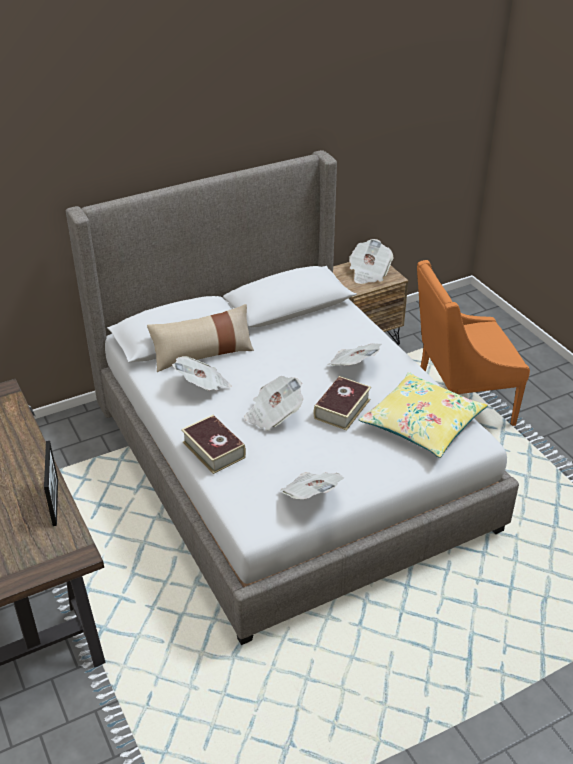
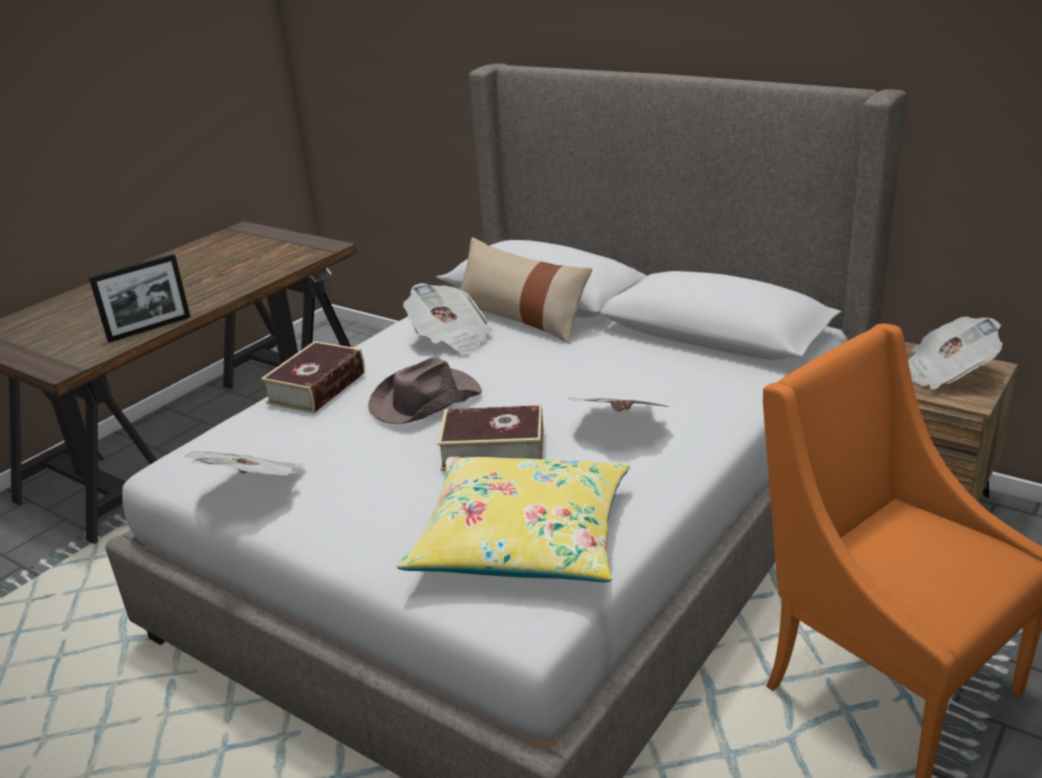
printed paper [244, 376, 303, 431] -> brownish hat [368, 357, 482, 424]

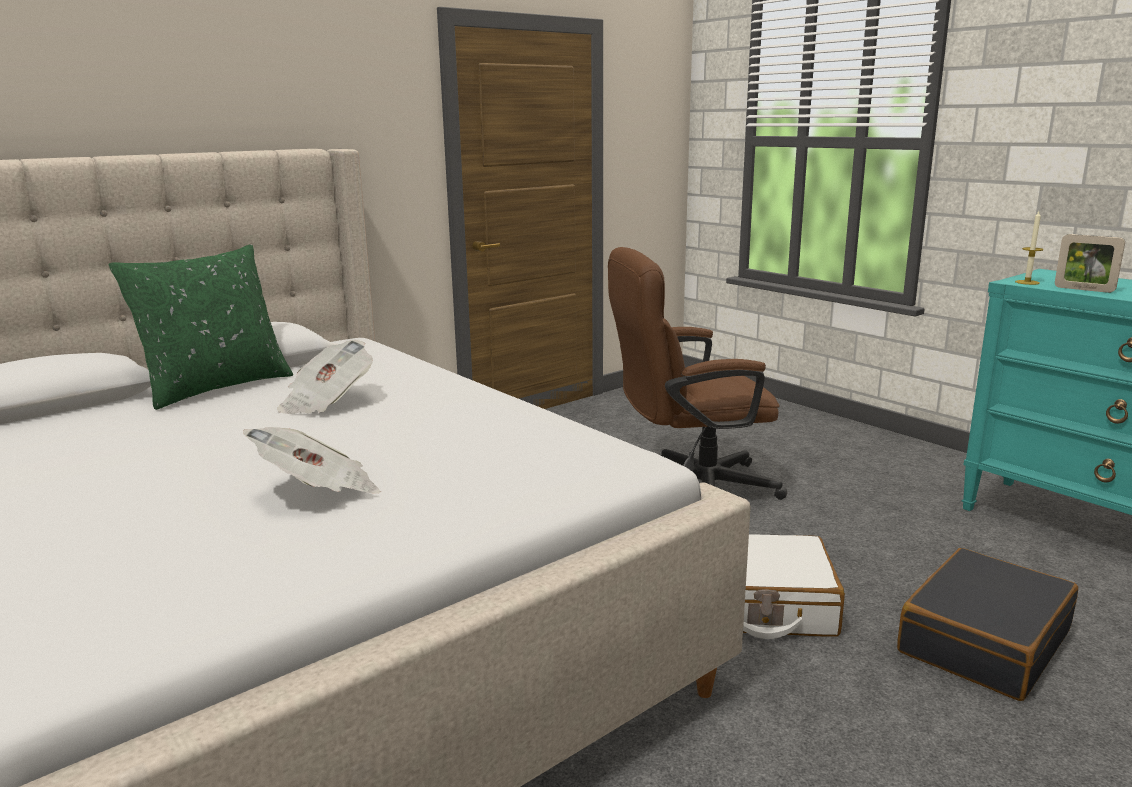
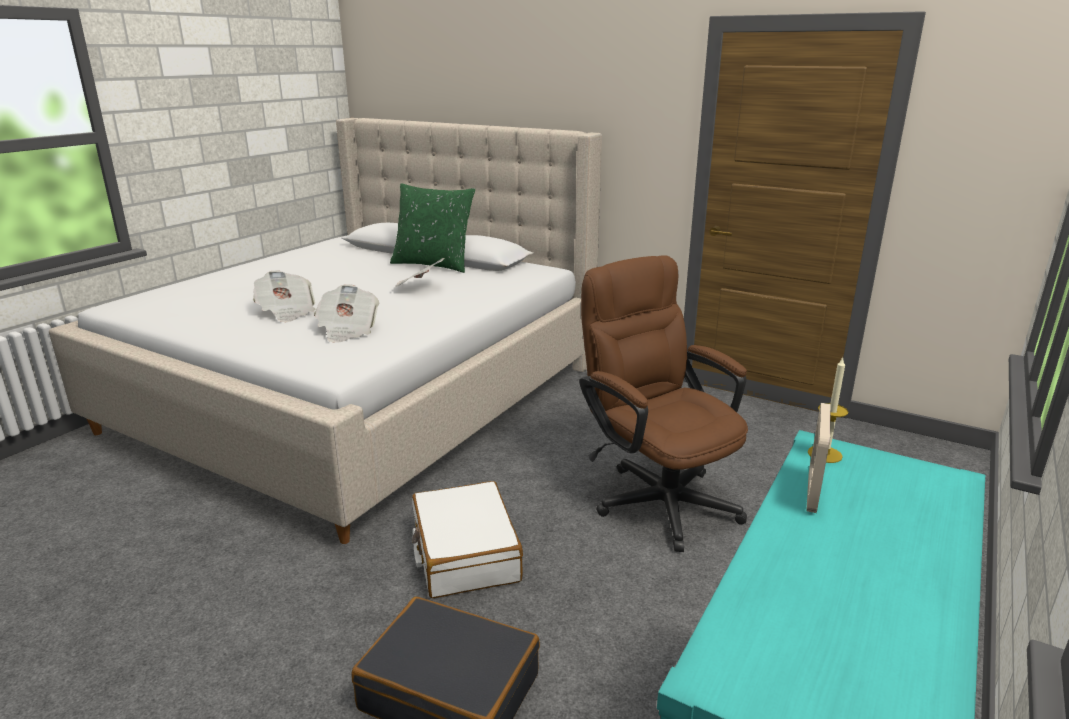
none -> printed paper [314, 284, 379, 343]

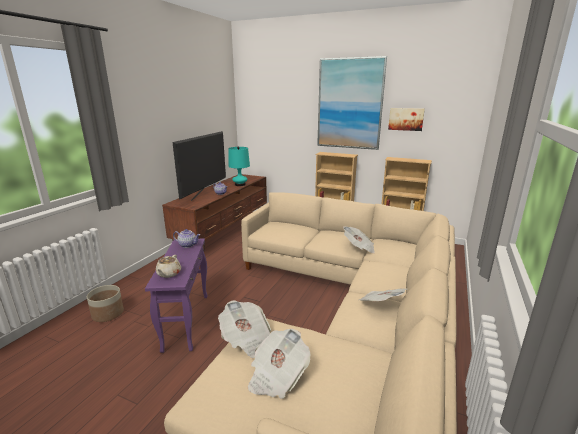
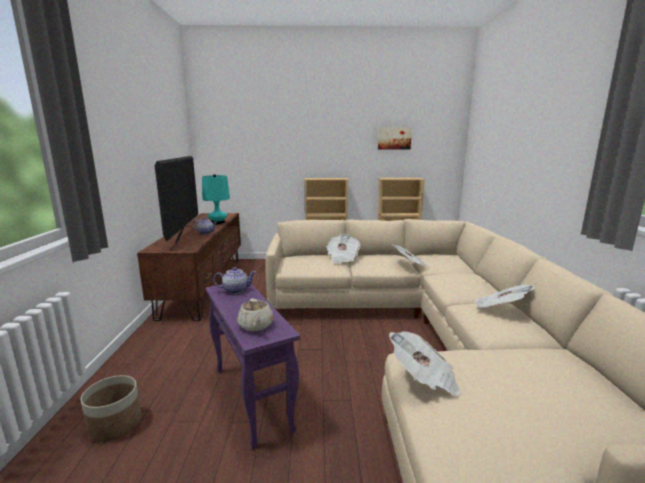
printed paper [248, 329, 310, 399] -> printed paper [326, 234, 361, 264], move
wall art [317, 56, 387, 150] -> none

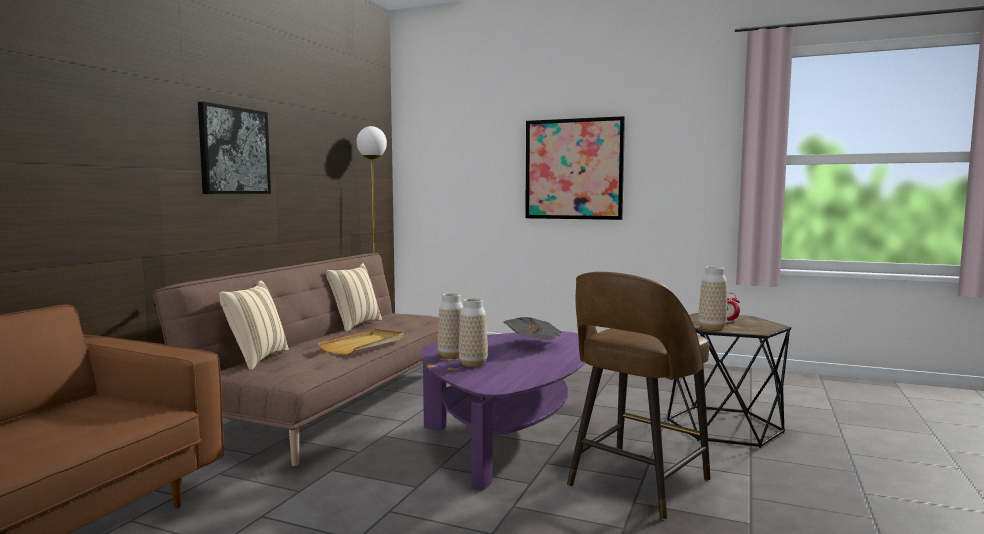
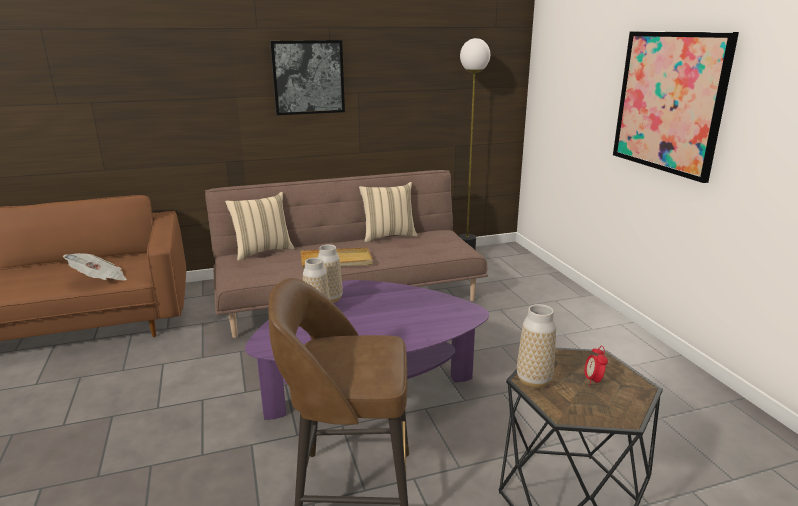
printed paper [503, 317, 561, 340] -> printed paper [63, 253, 127, 280], move

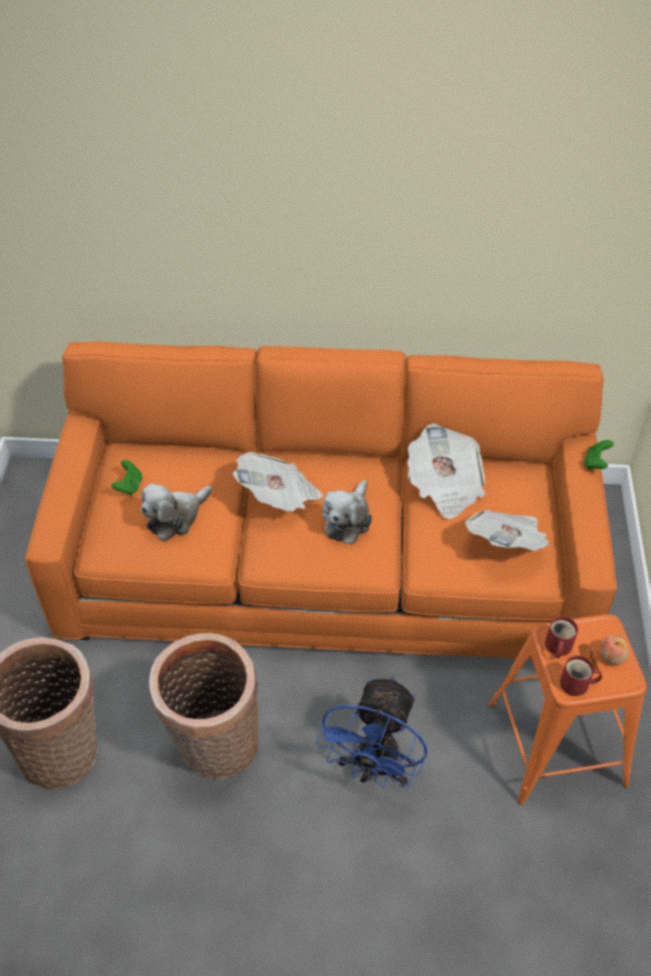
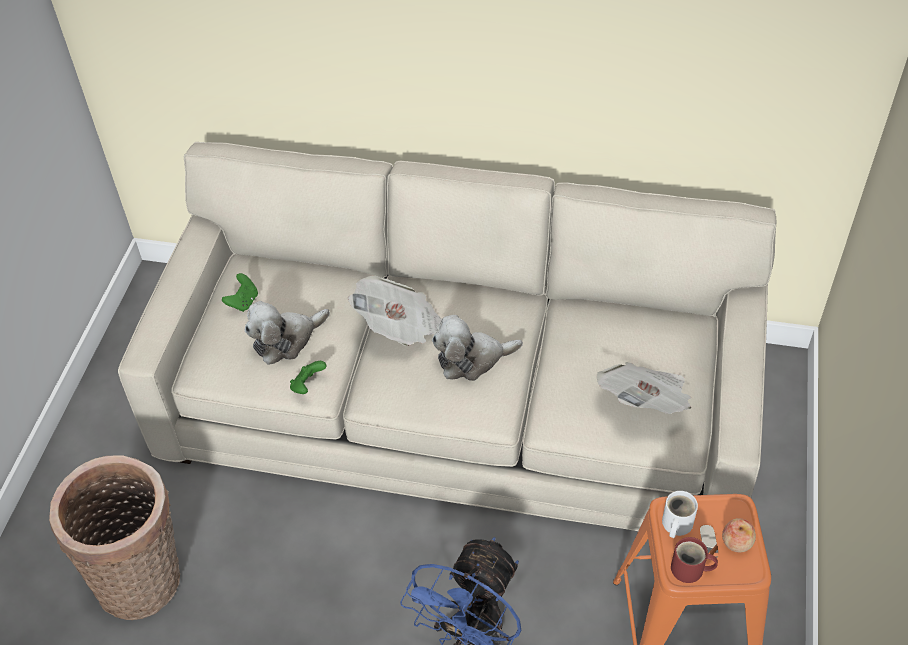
orange couch [25, 341, 617, 660] -> beige couch [118, 142, 776, 548]
greenish gamepad [584, 440, 614, 470] -> greenish gamepad [290, 361, 327, 394], move
cuddly toy [322, 480, 372, 545] -> cuddly toy [432, 315, 523, 381], 45 degrees clockwise
red-coloured tea mug [545, 616, 578, 658] -> white-coloured tea mug [662, 491, 698, 538]
storage basket [149, 633, 259, 779] -> none
printed paper [408, 423, 486, 520] -> none

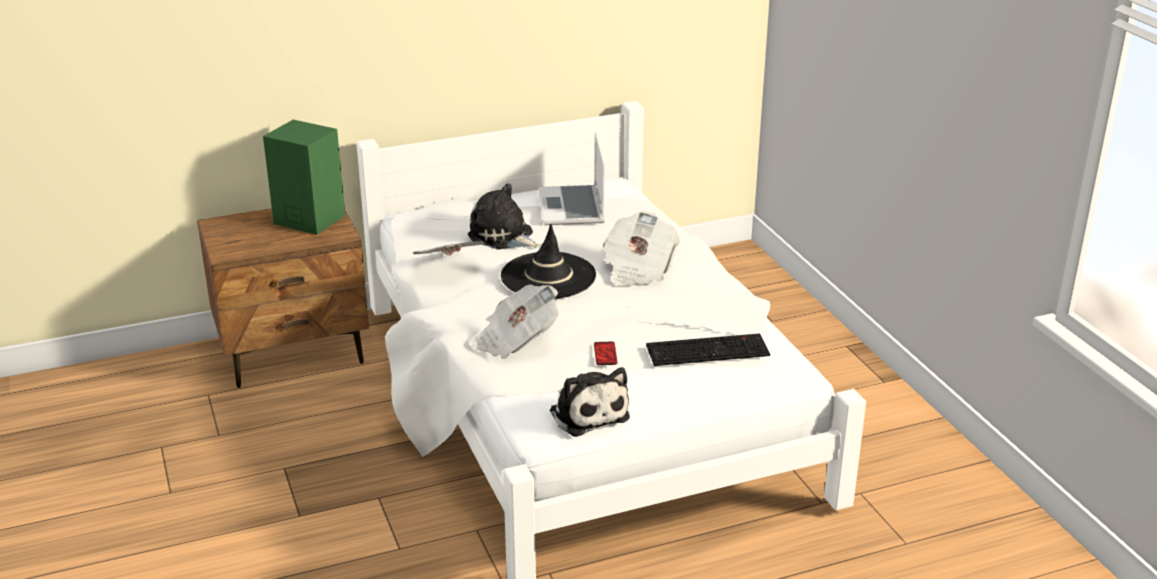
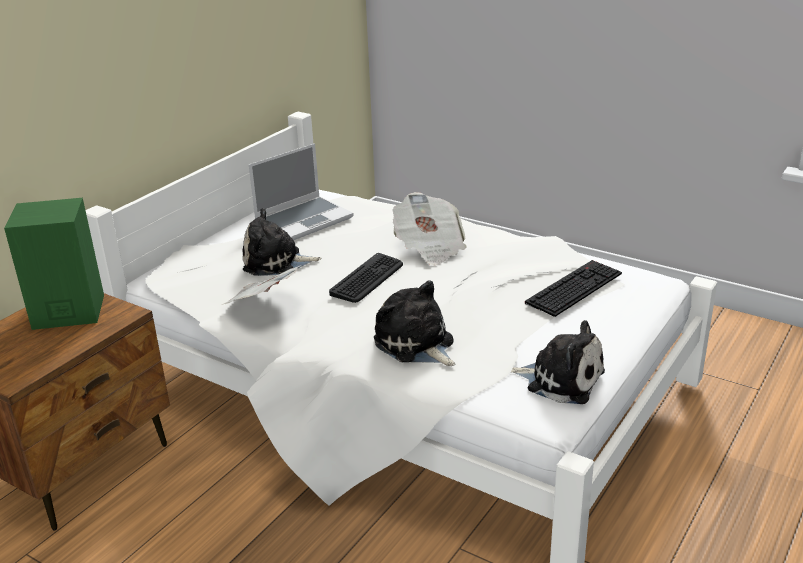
laptop [539, 132, 605, 225] -> laptop [249, 143, 353, 240], 90 degrees counterclockwise
black-coloured hat [501, 224, 596, 299] -> PC keyboard [329, 253, 403, 303]
printed paper [471, 284, 559, 359] -> cuddly toy [374, 280, 455, 366]
telephone [594, 342, 617, 365] -> none

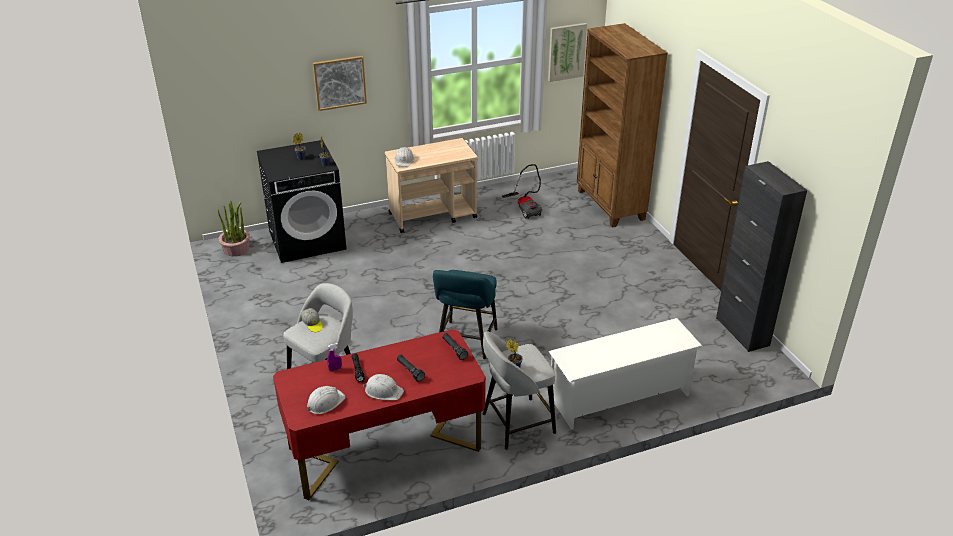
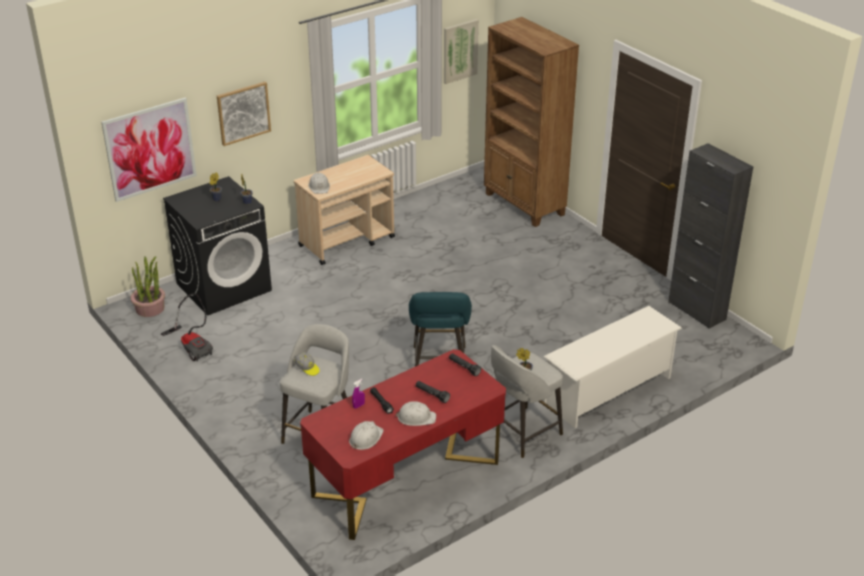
none -> wall art [101, 97, 197, 202]
vacuum [502, 164, 542, 219] -> vacuum [161, 293, 213, 362], move

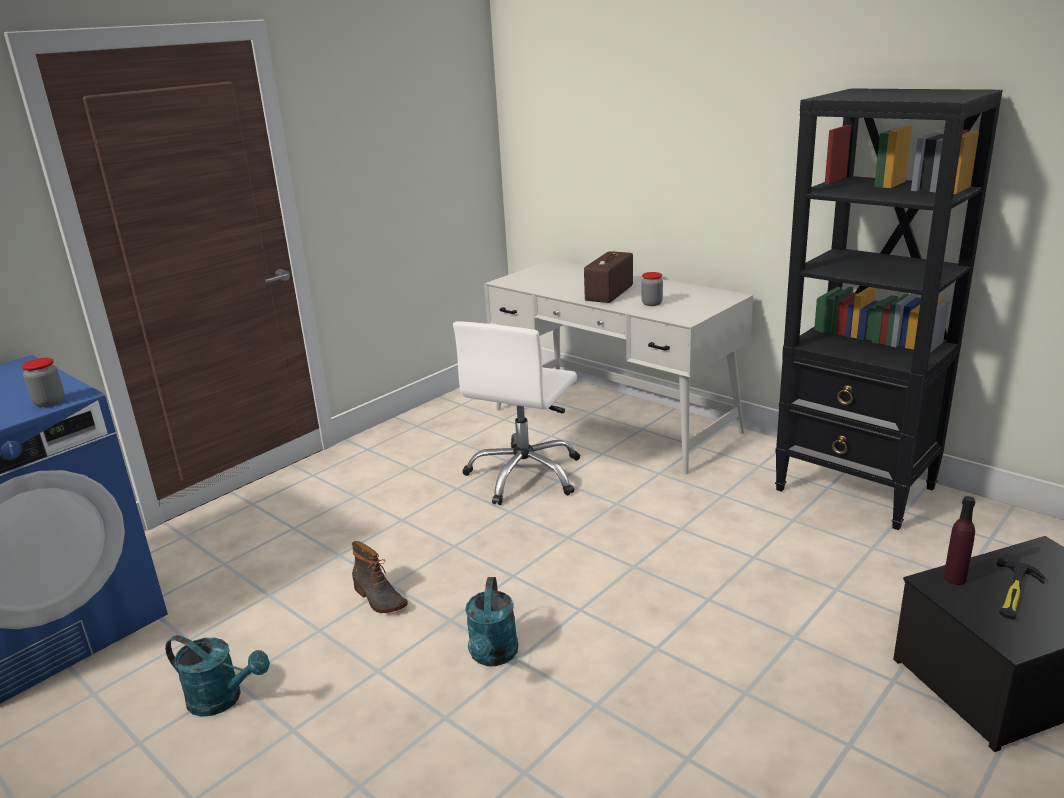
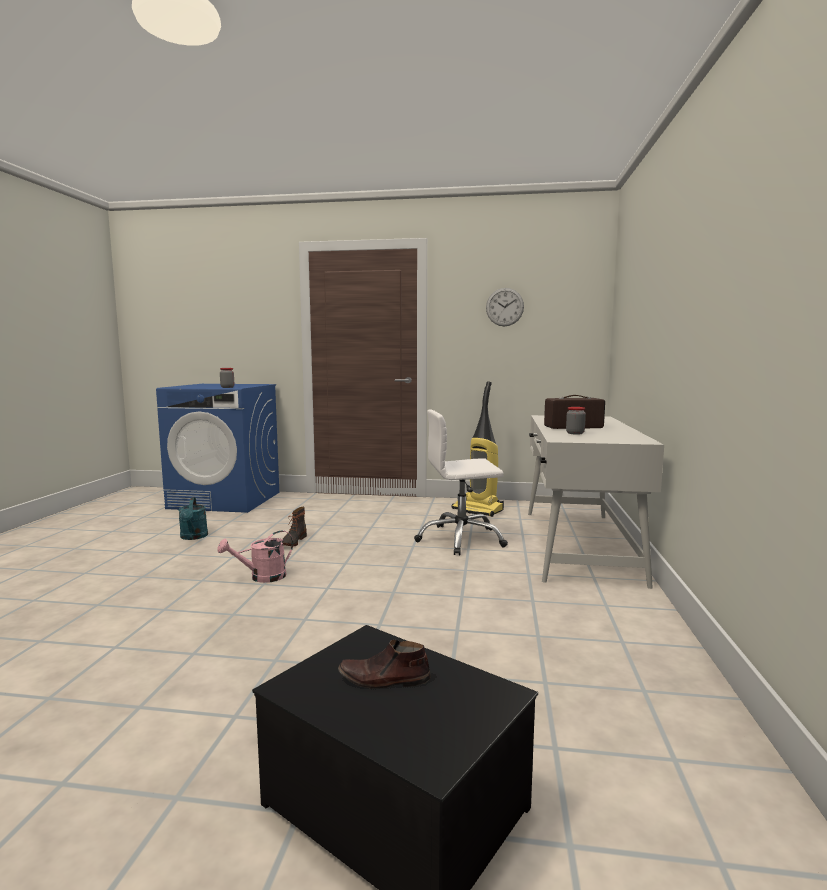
turquoise watering pot [465, 577, 518, 666] -> pink watering pot [218, 530, 293, 583]
hand hammer [997, 558, 1045, 620] -> brownish item of footwear [338, 640, 431, 689]
none -> vacuum [451, 382, 504, 517]
none -> clock on the wall [486, 288, 524, 326]
black-coloured bookshelf [775, 88, 1003, 530] -> none
purple drink bottle [943, 496, 975, 585] -> none

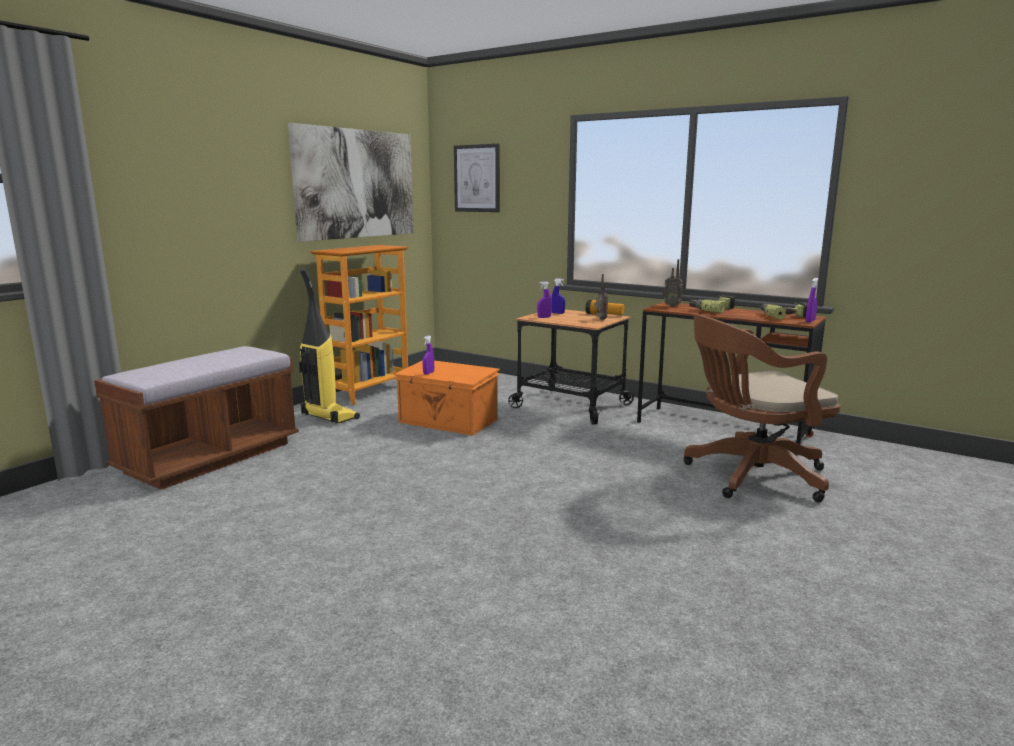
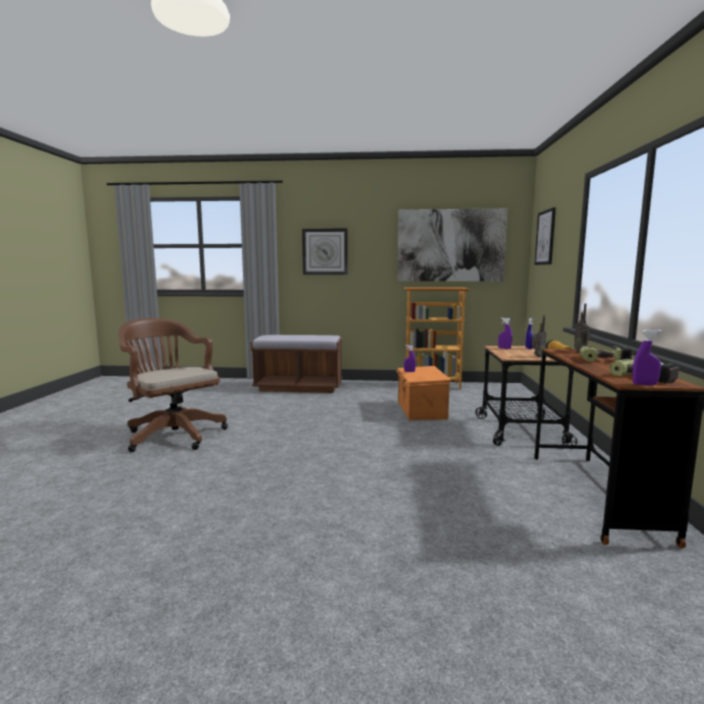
brownish office chair [683, 314, 840, 502] -> brownish office chair [118, 318, 228, 452], move
none -> clock on the wall [302, 228, 348, 275]
vacuum [299, 268, 360, 424] -> none

